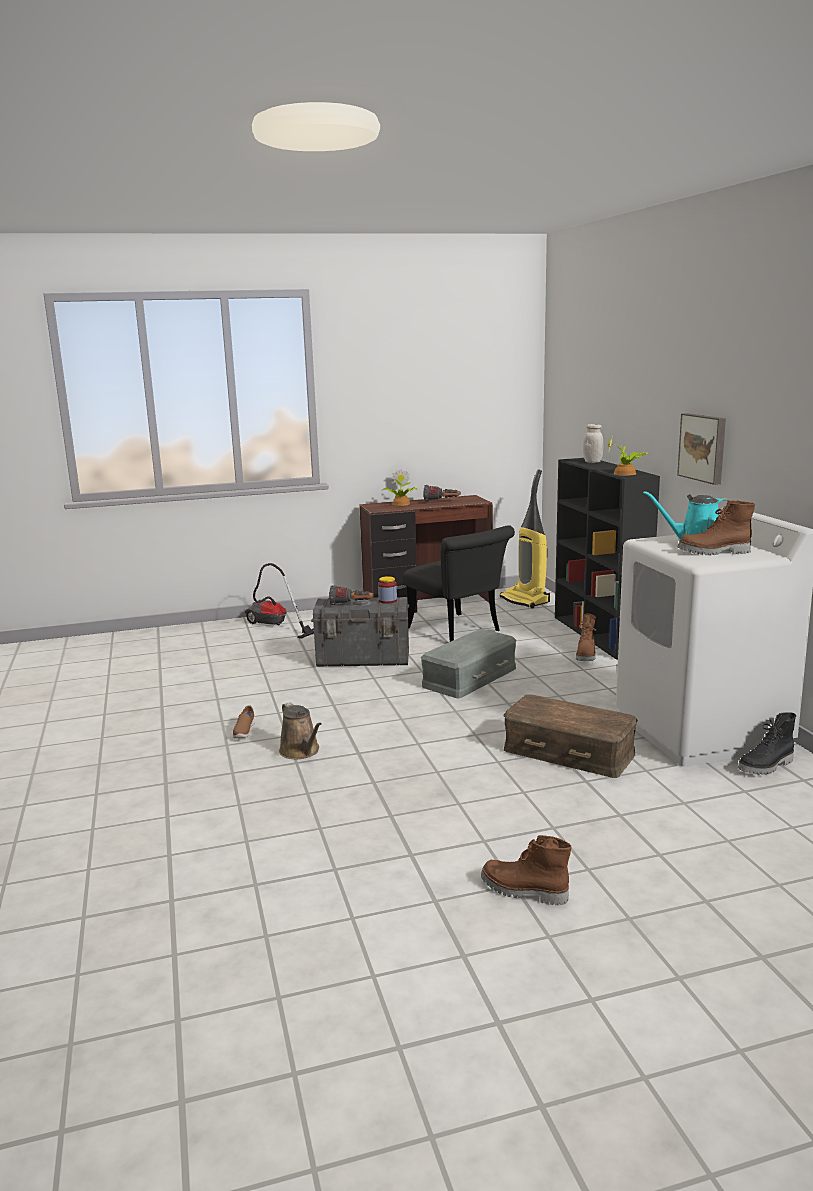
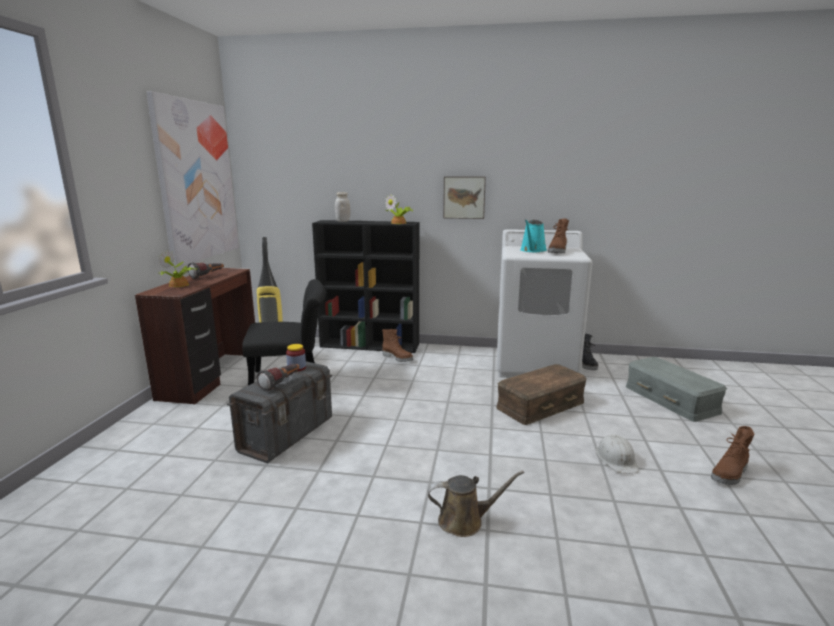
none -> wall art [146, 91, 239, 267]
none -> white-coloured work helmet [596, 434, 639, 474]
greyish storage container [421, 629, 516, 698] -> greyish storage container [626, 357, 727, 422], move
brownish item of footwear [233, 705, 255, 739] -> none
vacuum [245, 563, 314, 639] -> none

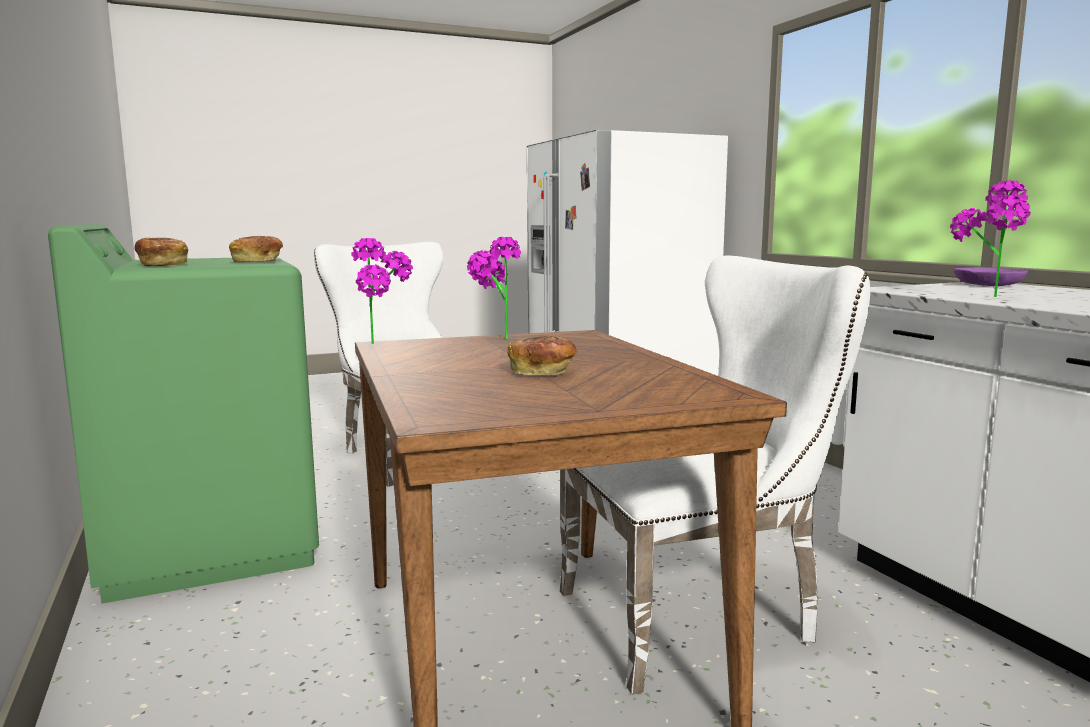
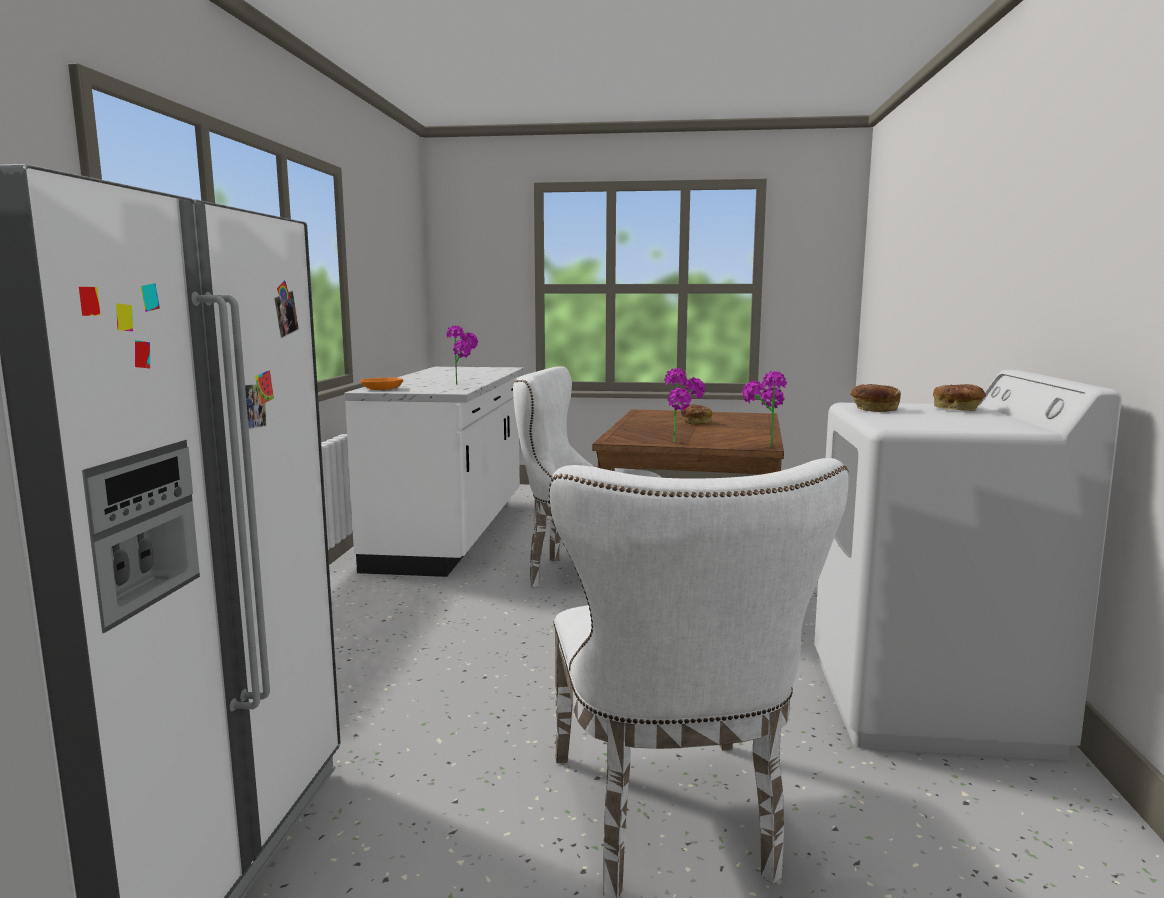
purple serving bowl [953, 267, 1028, 286] -> orange serving bowl [360, 377, 403, 390]
greenish laundry appliance [48, 225, 319, 604] -> white-coloured laundry appliance [814, 370, 1122, 761]

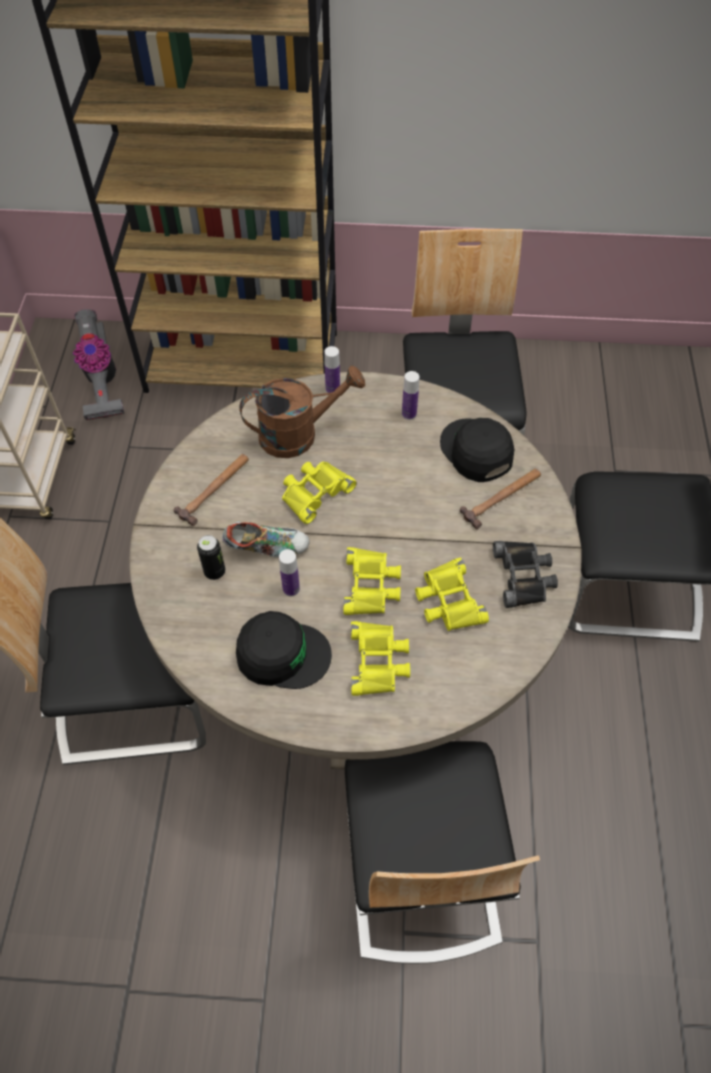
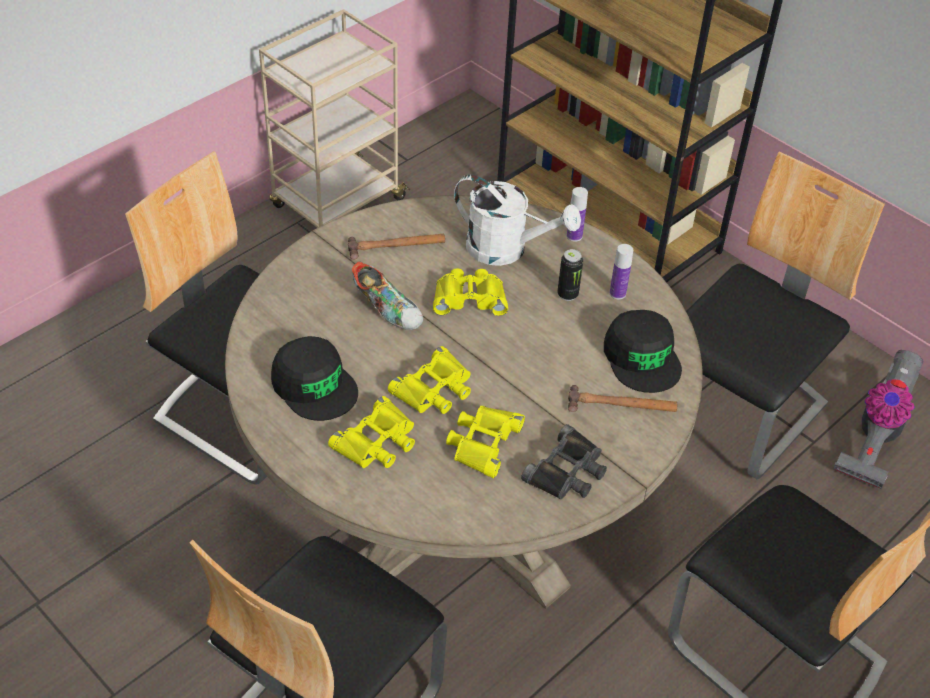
brownish watering pot [239, 366, 365, 458] -> white-coloured watering pot [454, 175, 581, 266]
metal can [197, 535, 225, 580] -> metal can [557, 249, 583, 301], move
black-coloured cap [440, 418, 514, 482] -> black-coloured cap [604, 310, 682, 393], 150 degrees clockwise
vacuum [73, 309, 125, 420] -> vacuum [833, 350, 923, 489], move
drink bottle [279, 549, 300, 596] -> none

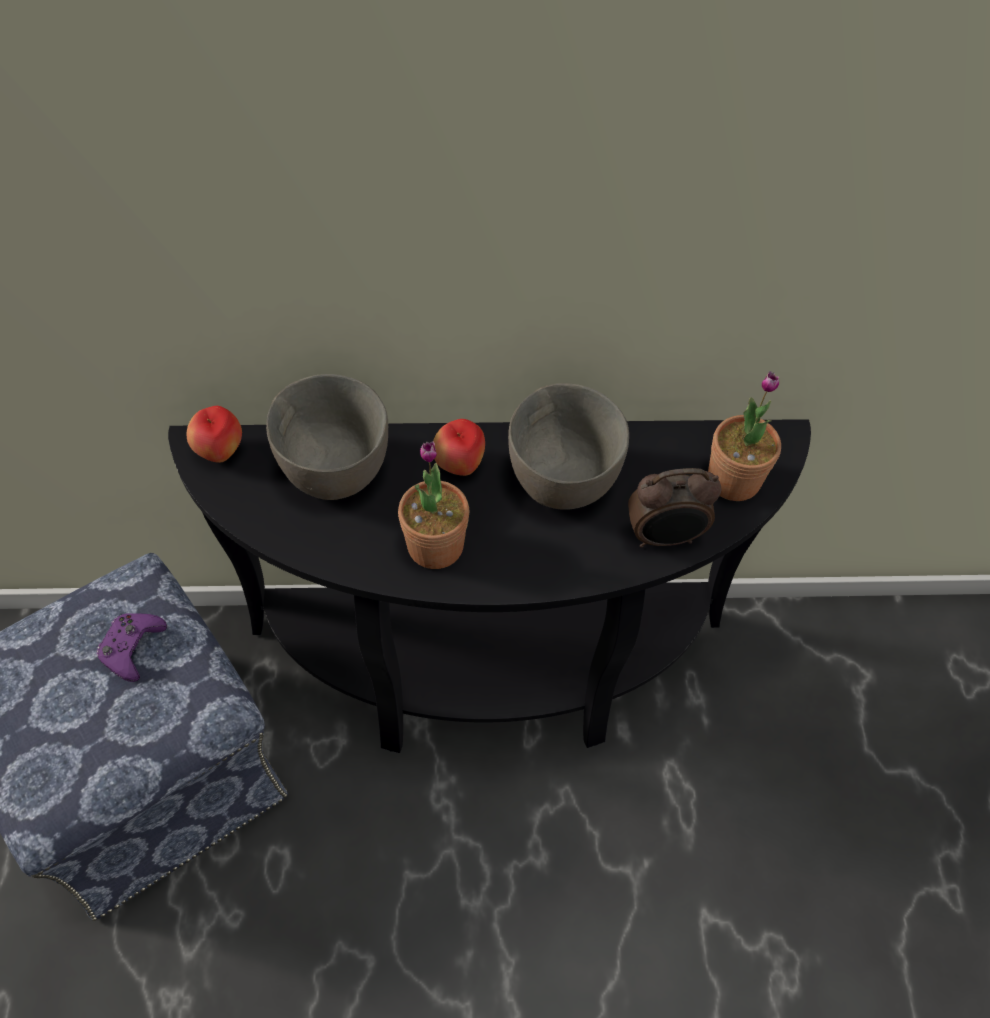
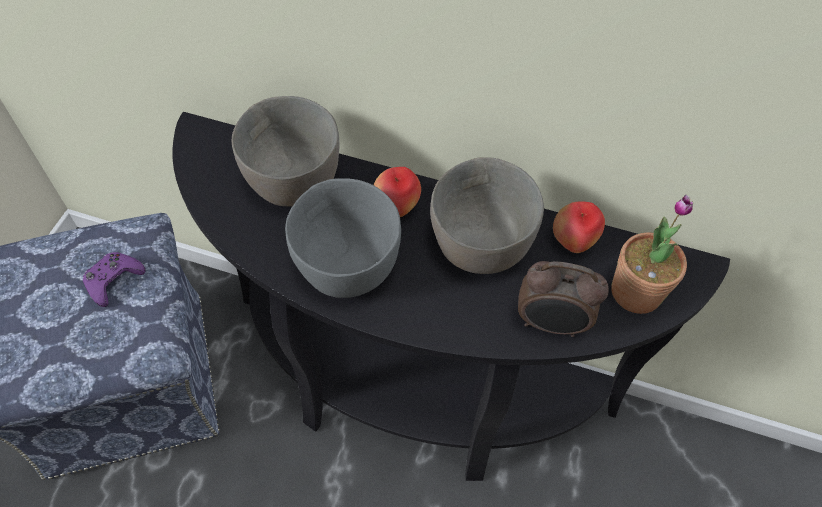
potted plant [398, 441, 469, 569] -> greyish serving bowl [285, 178, 401, 298]
apple fruit [187, 406, 242, 463] -> apple fruit [553, 202, 605, 253], move

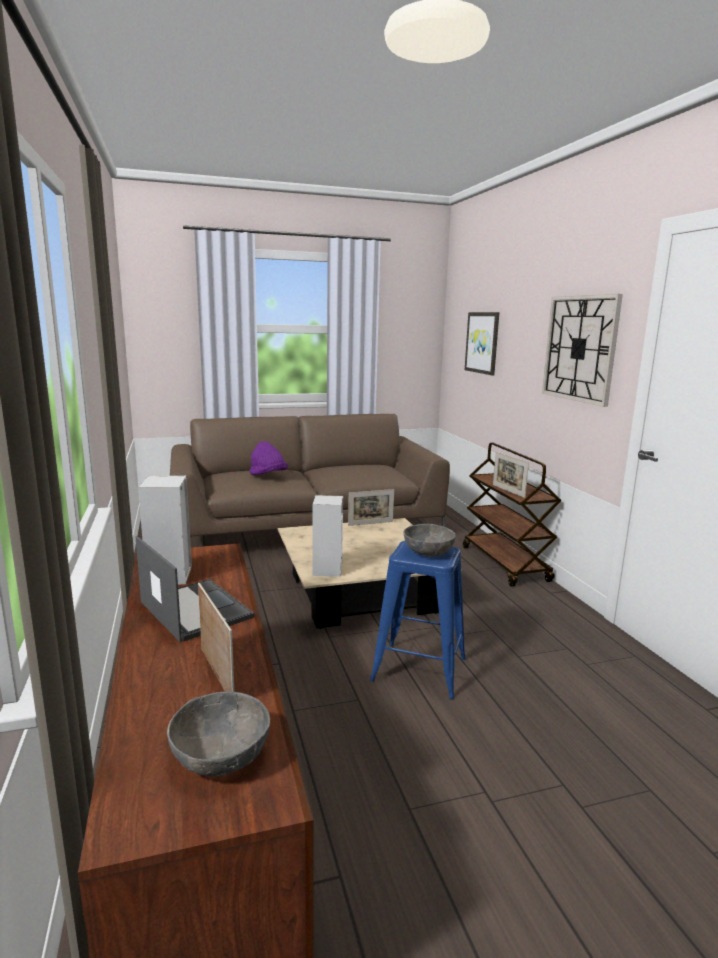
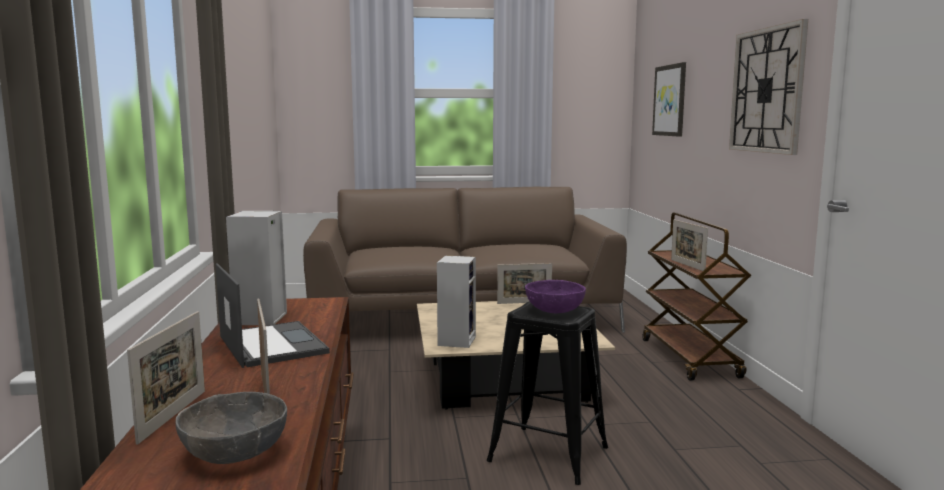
none -> picture frame [127, 311, 205, 445]
bluish stool [370, 541, 466, 699] -> black-coloured stool [486, 301, 608, 485]
greyish serving bowl [404, 524, 456, 556] -> purple serving bowl [525, 280, 586, 313]
purple hat [250, 441, 288, 475] -> none

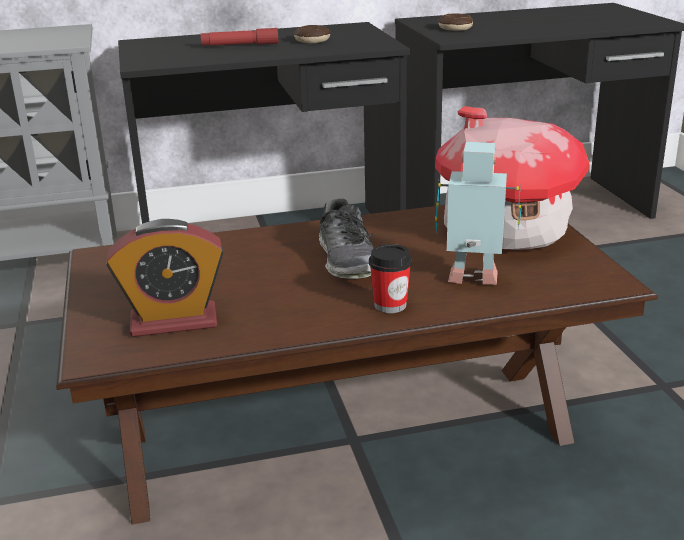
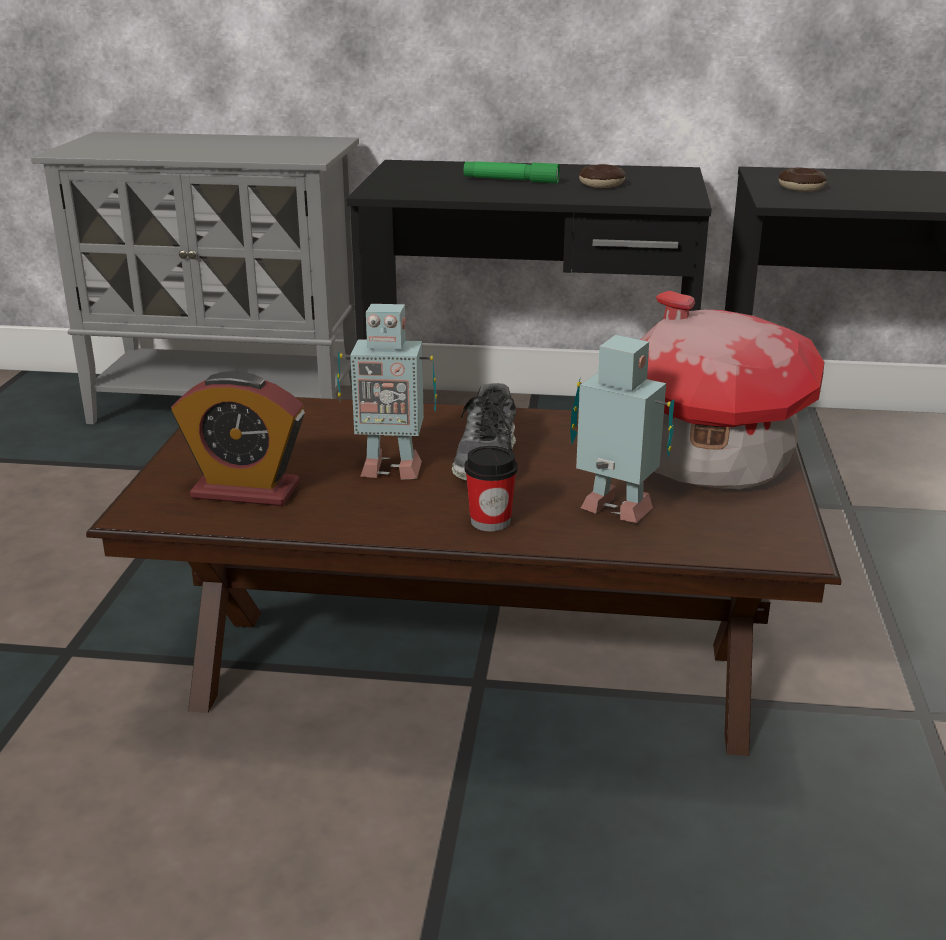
none -> robot figure [337, 304, 437, 480]
red-coloured flashlight [200, 28, 278, 46] -> greenish flashlight [464, 161, 560, 183]

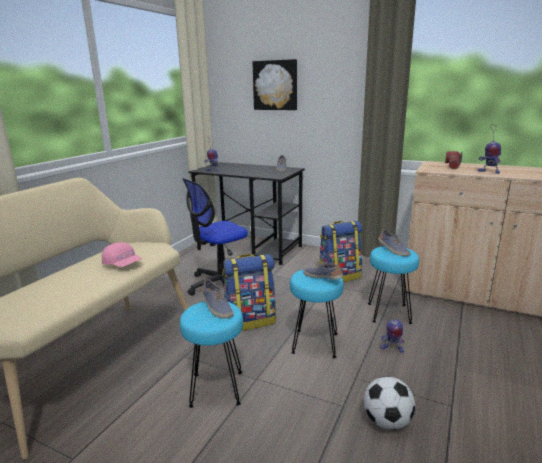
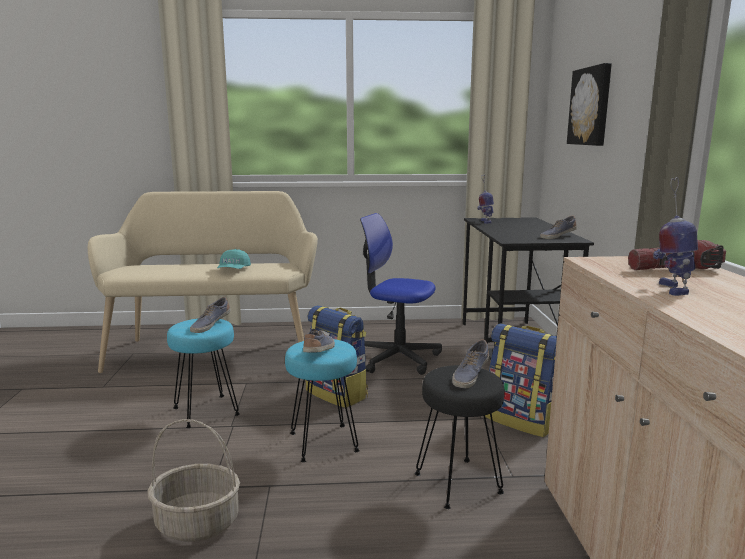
football [364, 376, 415, 430] -> storage basket [147, 419, 240, 542]
pink cap [102, 242, 142, 267] -> turquoise cap [217, 249, 251, 269]
turquoise stool [368, 246, 419, 324] -> black-coloured stool [415, 365, 505, 509]
robot figure [380, 304, 404, 353] -> none

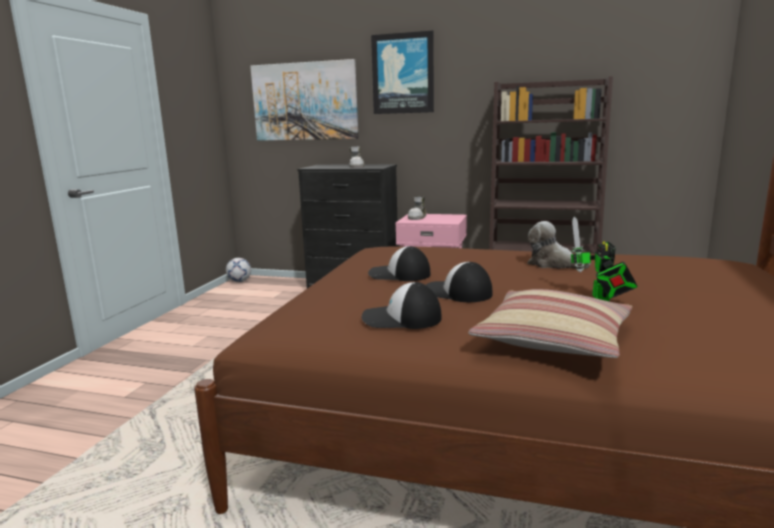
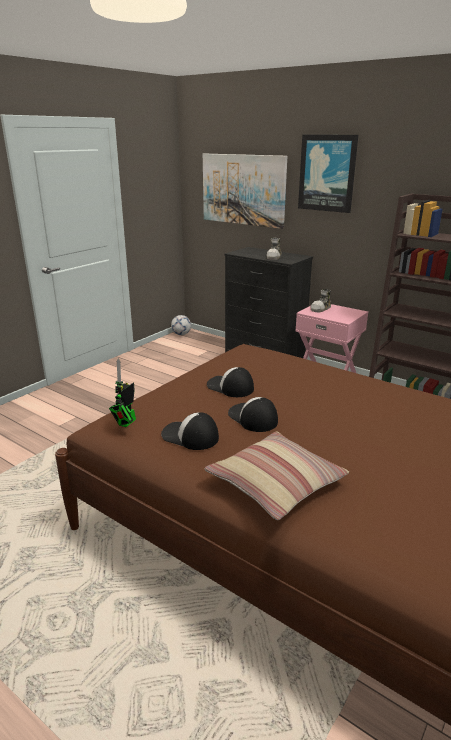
robot figure [571, 216, 638, 301] -> robot figure [109, 358, 136, 427], move
cuddly toy [527, 221, 591, 269] -> none

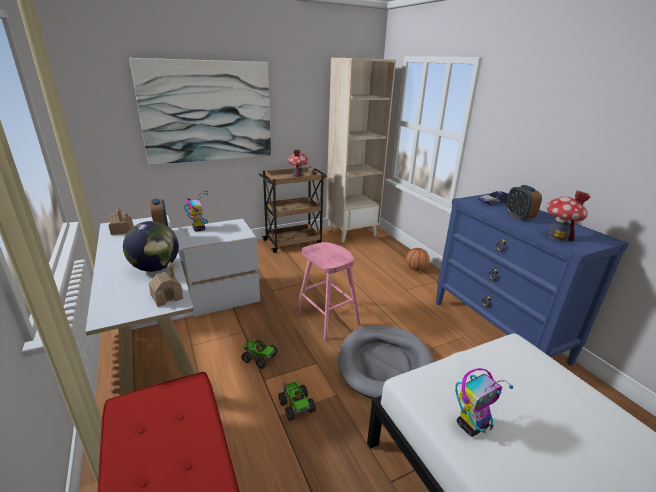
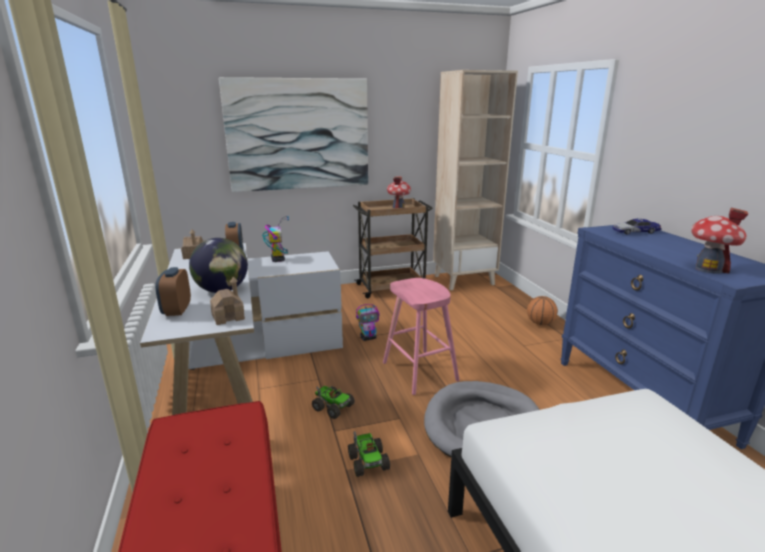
bedside clock [506, 185, 542, 220] -> bedside clock [155, 267, 191, 316], move
robot figure [455, 368, 513, 437] -> robot figure [356, 304, 380, 341], move

